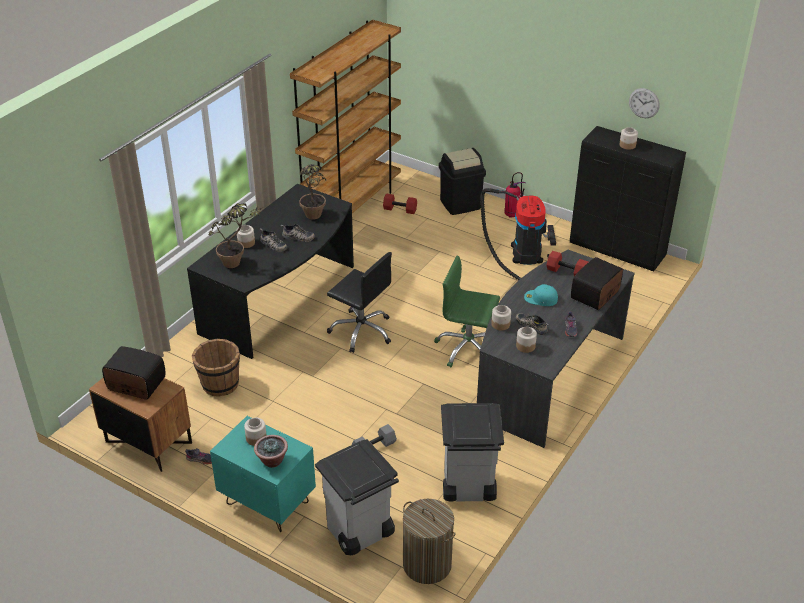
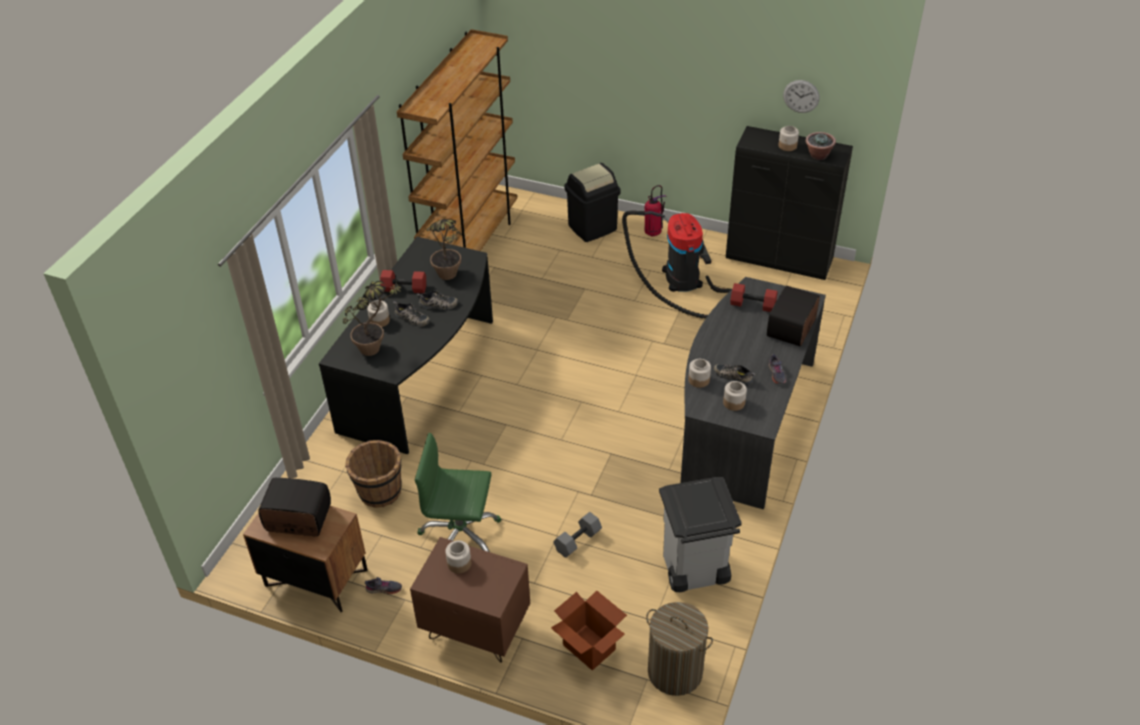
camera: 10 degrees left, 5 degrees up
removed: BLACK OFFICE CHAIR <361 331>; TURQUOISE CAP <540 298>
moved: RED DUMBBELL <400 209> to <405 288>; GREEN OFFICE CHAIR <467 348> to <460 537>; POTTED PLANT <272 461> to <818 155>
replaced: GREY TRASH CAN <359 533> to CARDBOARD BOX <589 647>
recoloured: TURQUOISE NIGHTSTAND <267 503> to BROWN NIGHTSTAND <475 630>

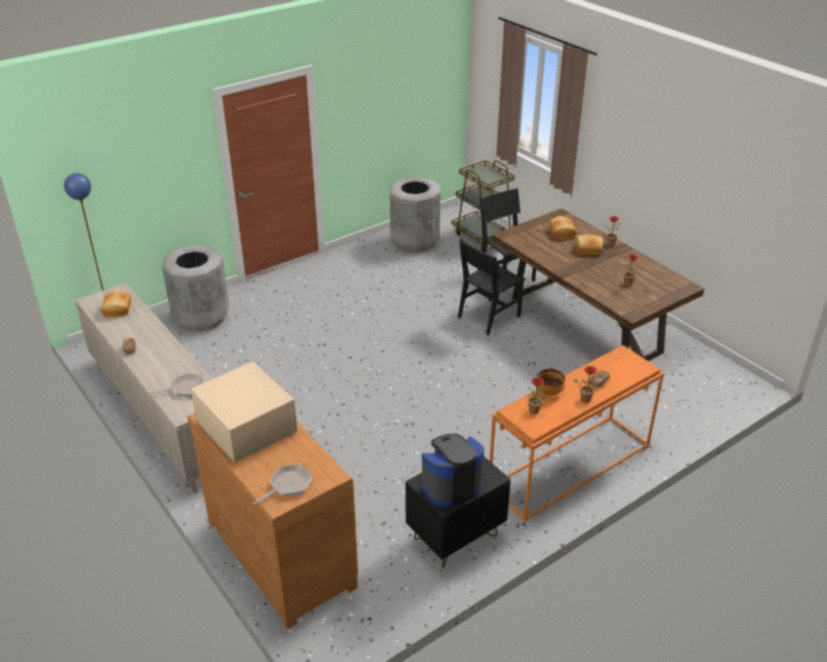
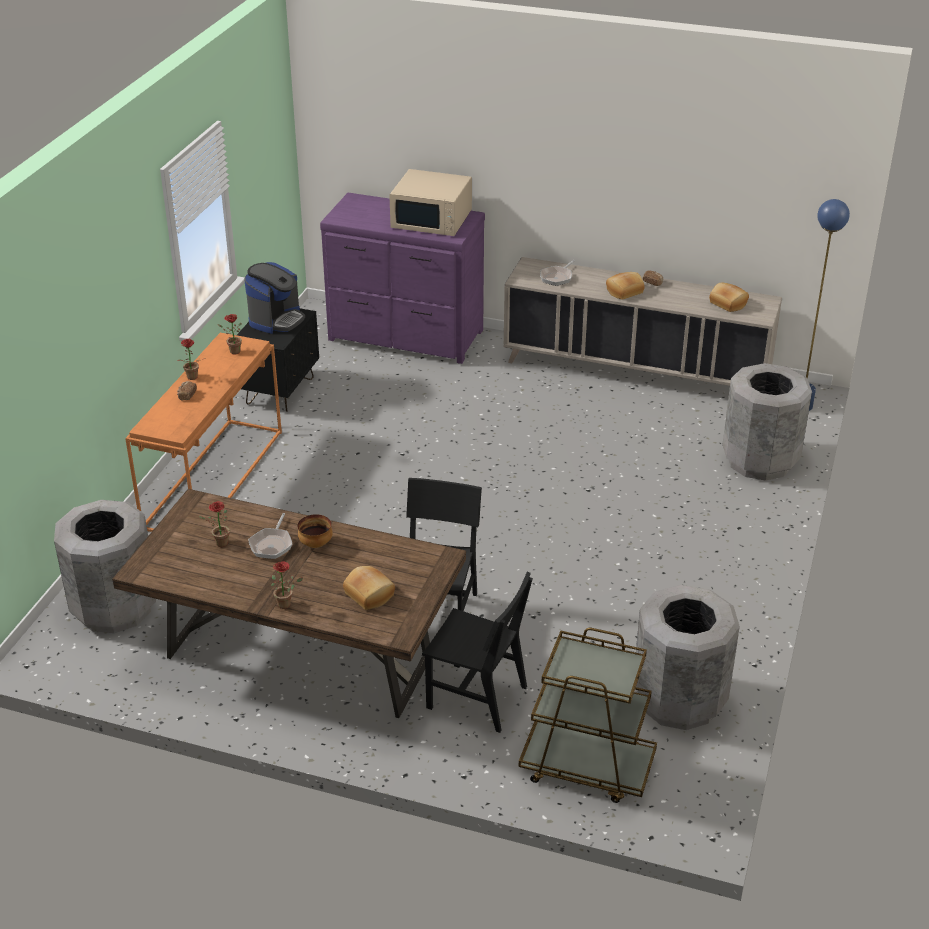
camera: 145 degrees right, 0 degrees up
added: GREY TRASH CAN <114 608>
moved: BREAD <588 250> to <624 291>; BOWL <550 392> to <315 544>; FRYING PAN <288 485> to <272 544>
recoloured: BROWN DRESSER <283 552> to PURPLE DRESSER <405 336>

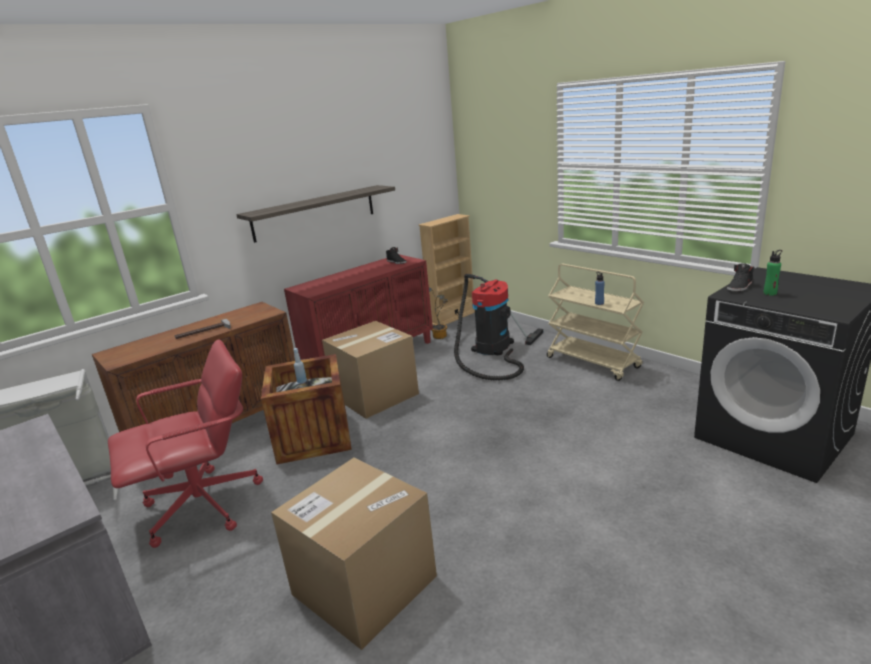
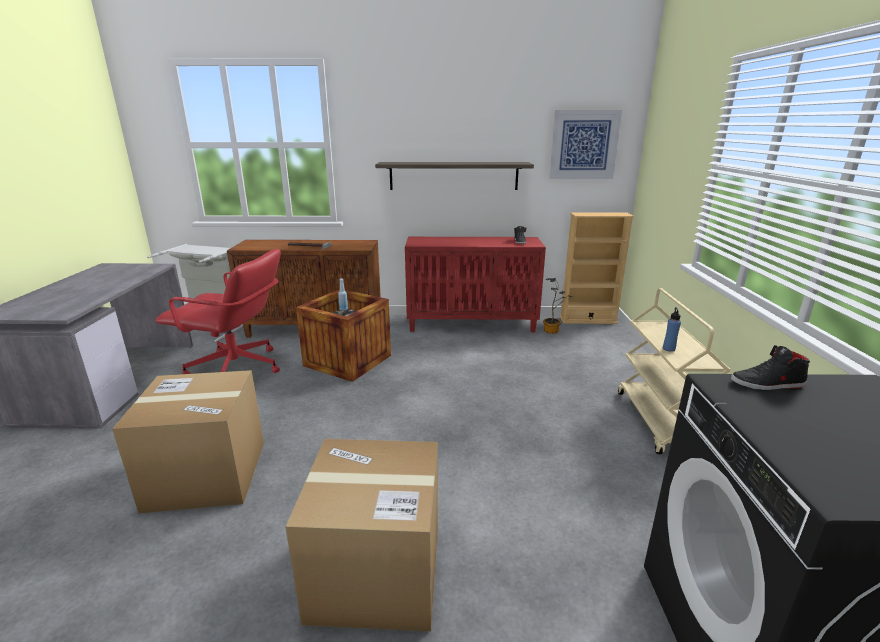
camera: 40 degrees right, 0 degrees up
removed: GREEN BOTTLE <770 293>; VACUUM CLEANER <492 349>
added: PICTURE <584 145>
moved: CARDBOARD BOX <375 395> to <376 572>

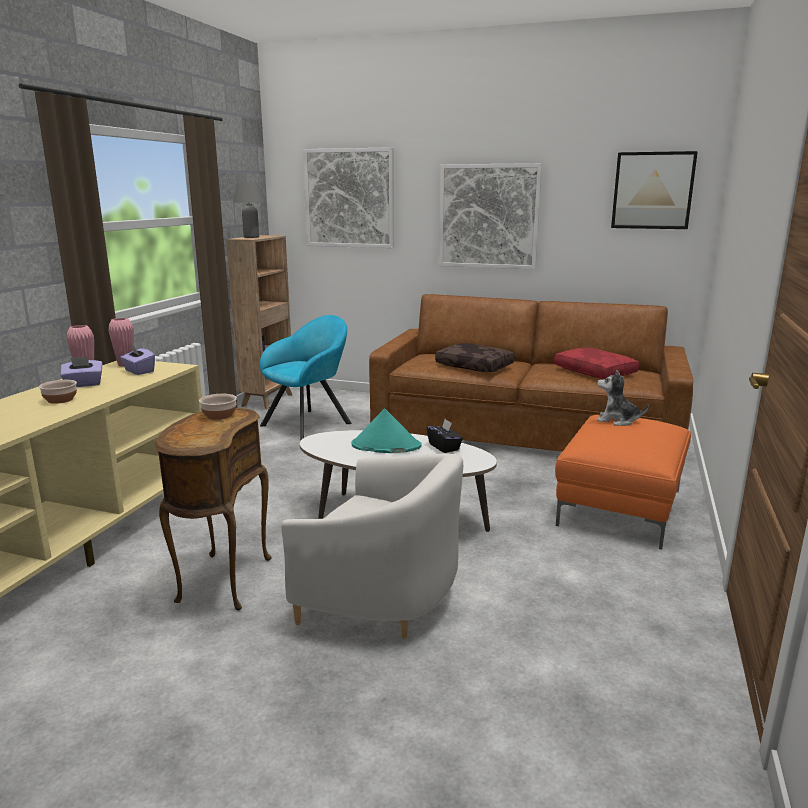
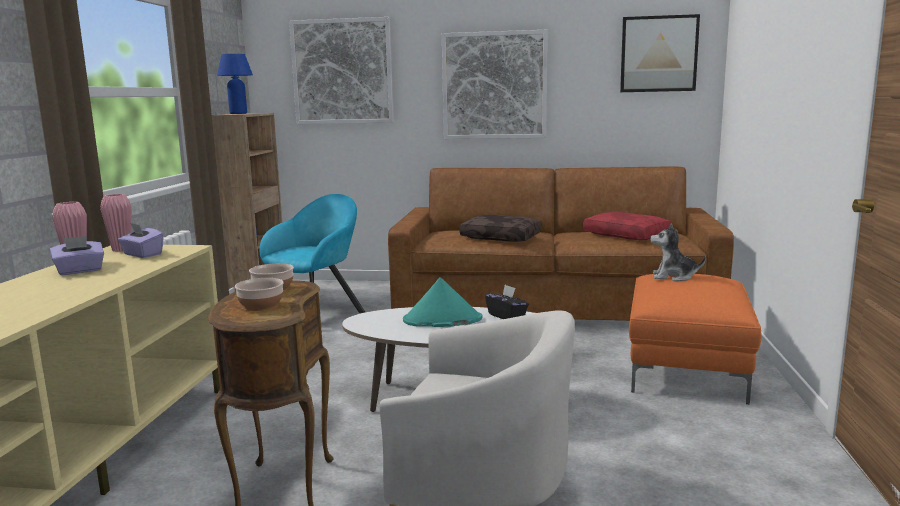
camera: 10 degrees left, 5 degrees down
moved: BOWL <60 399> to <261 305>
recoloured: GREY TABLE LAMP <251 237> to BLUE TABLE LAMP <238 113>

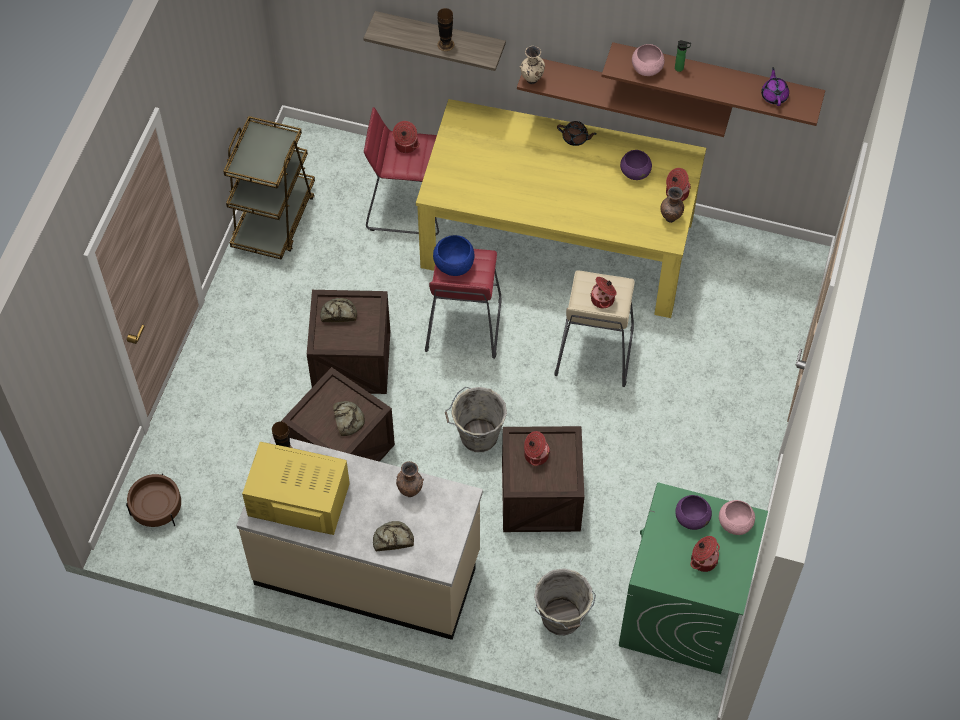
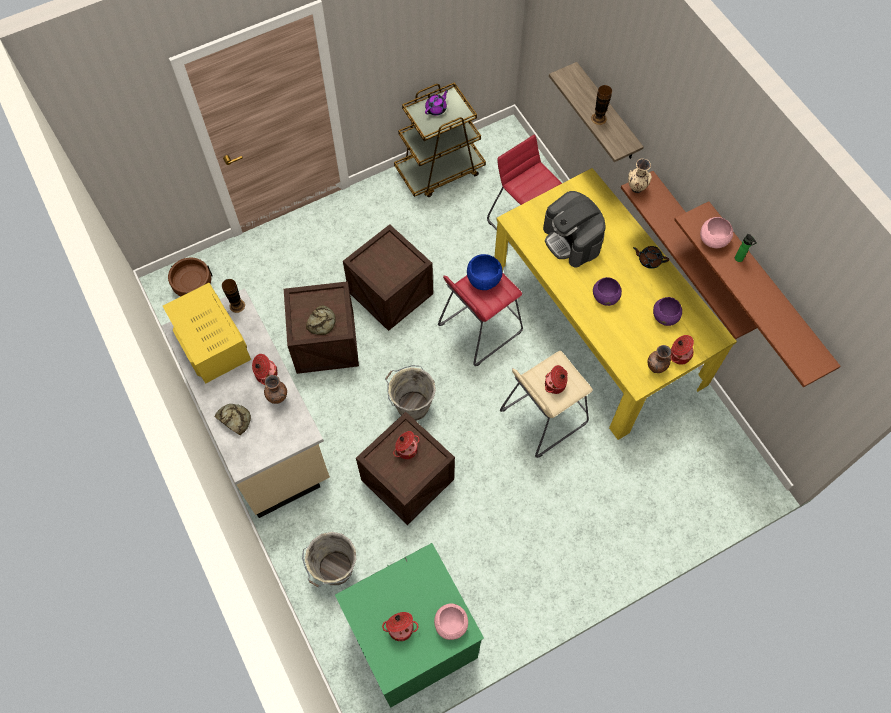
camera: 45 degrees right, 5 degrees up
removed: BREAD <338 313>
added: COFFEE MACHINE <572 240>
moved: PURPLE TEAPOT <774 95> to <436 109>; COOKING POT <406 145> to <265 374>; PURPLE BOWL <692 518> to <605 297>
turned: BROWN TEAPOT <575 138> = <649 260> 135 degrees clockwise

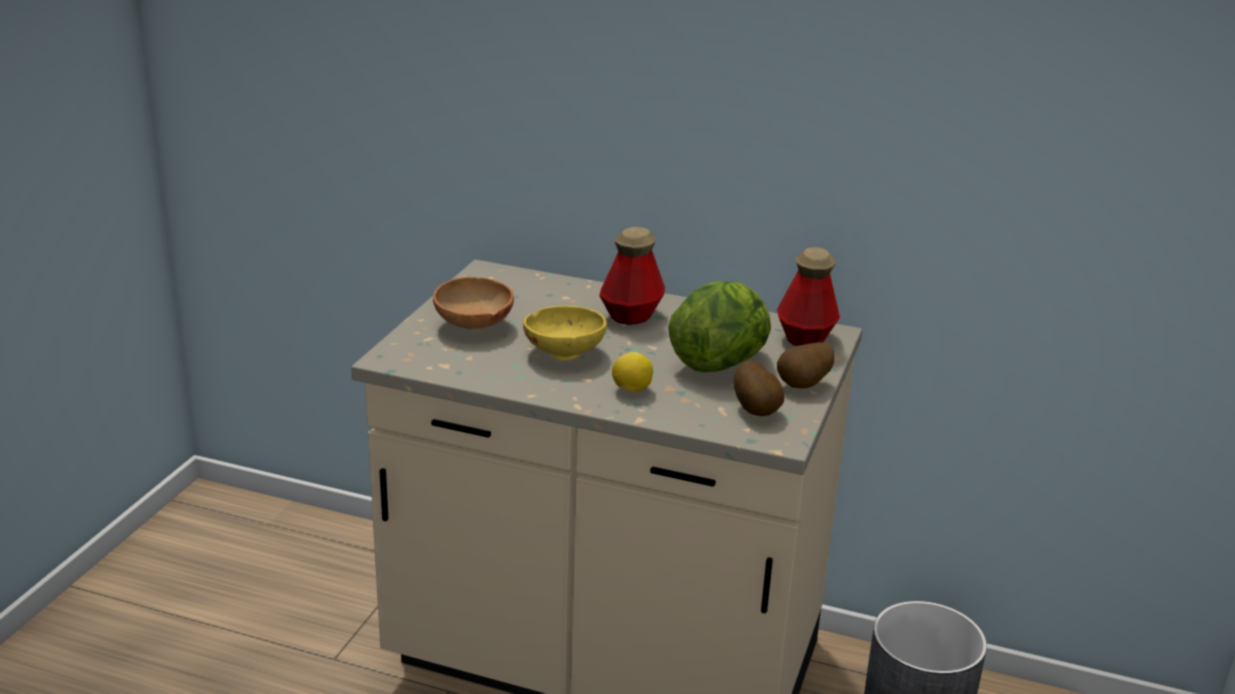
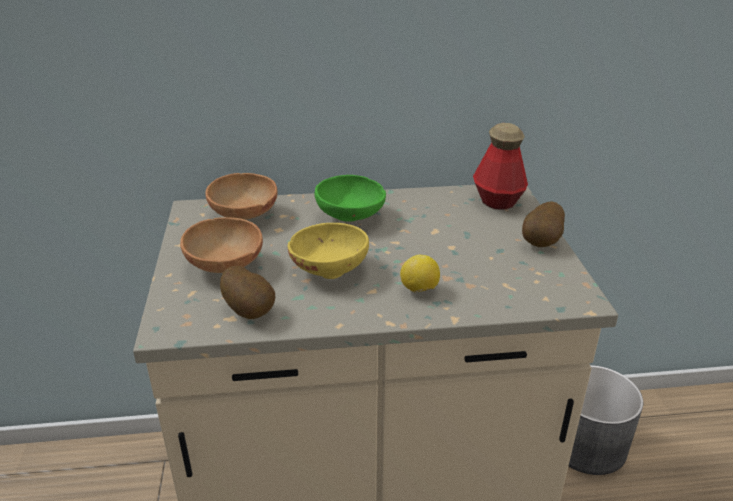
camera: 25 degrees left, 5 degrees up
removed: LETTUCE <720 363>
added: BROWN BOWL <244 216>
moved: POTATO <757 410> to <251 311>
replaced: BOTTLE <631 315> to GREEN BOWL <351 218>

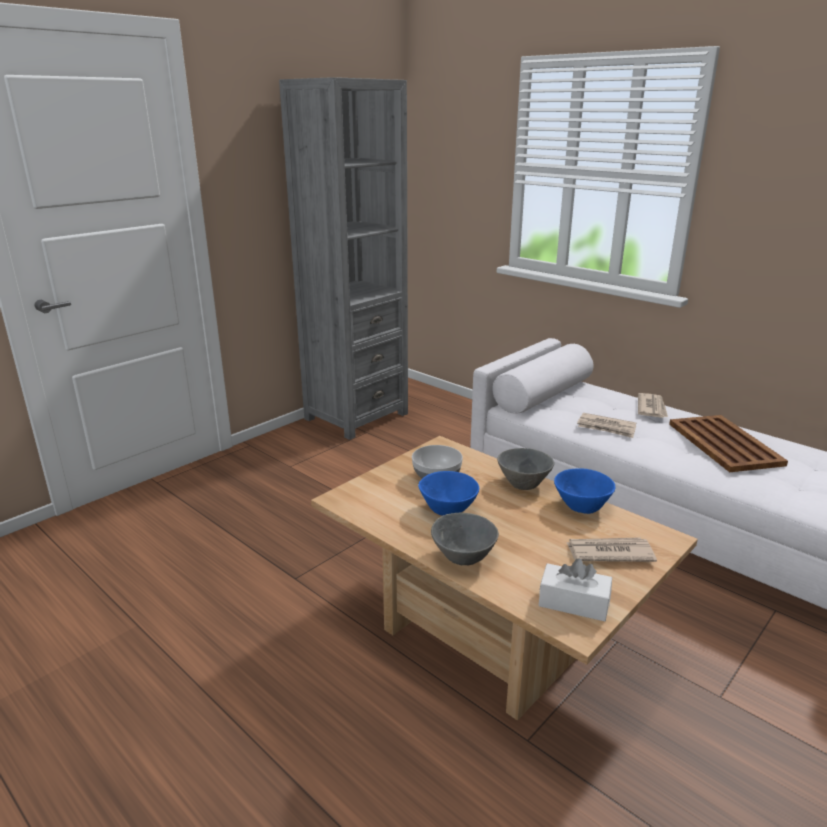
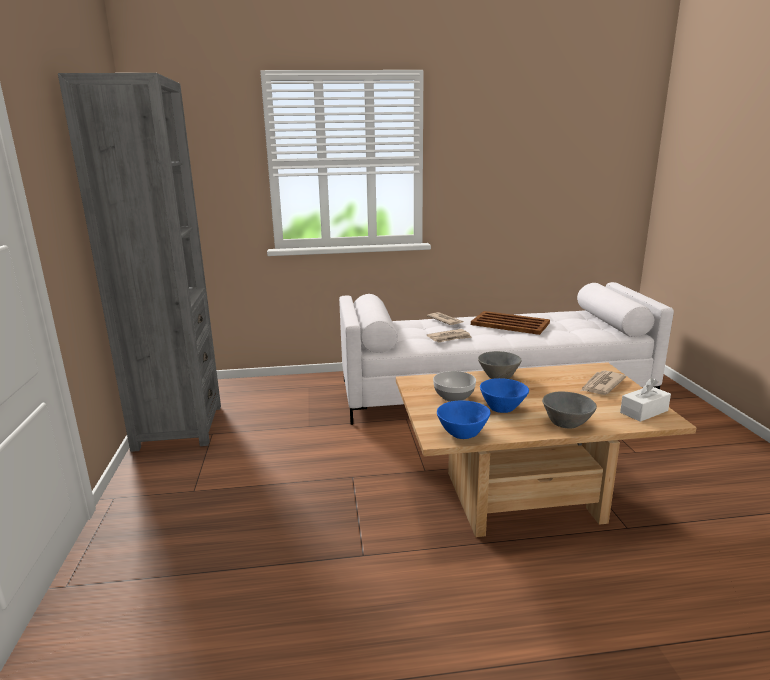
camera: 50 degrees left, 5 degrees down
moved: BLUE BOWL <582 505> to <462 433>

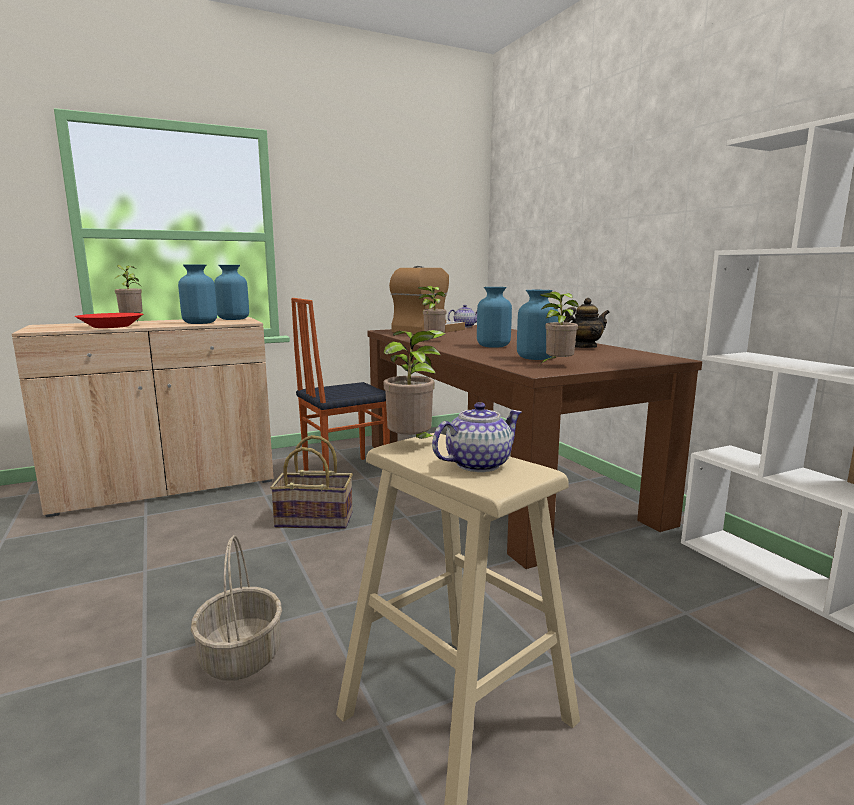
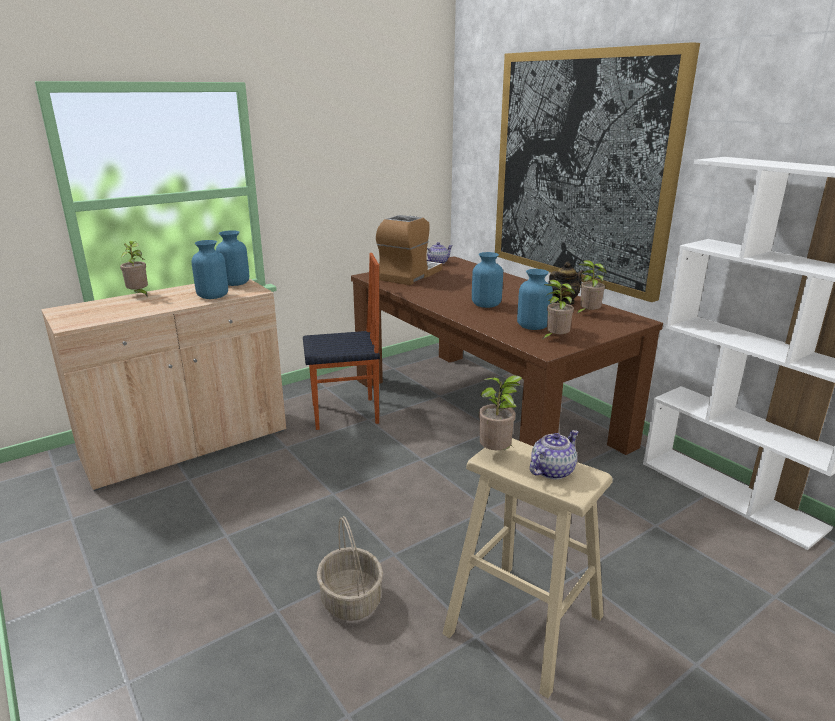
camera: 10 degrees left, 10 degrees up
removed: RED BOWL <111 326>; BASKET <315 519>
added: PICTURE <581 169>
moved: POTTED PLANT <432 341> to <587 314>
turned: CHAIR <344 472> = <346 414> 150 degrees counterclockwise

